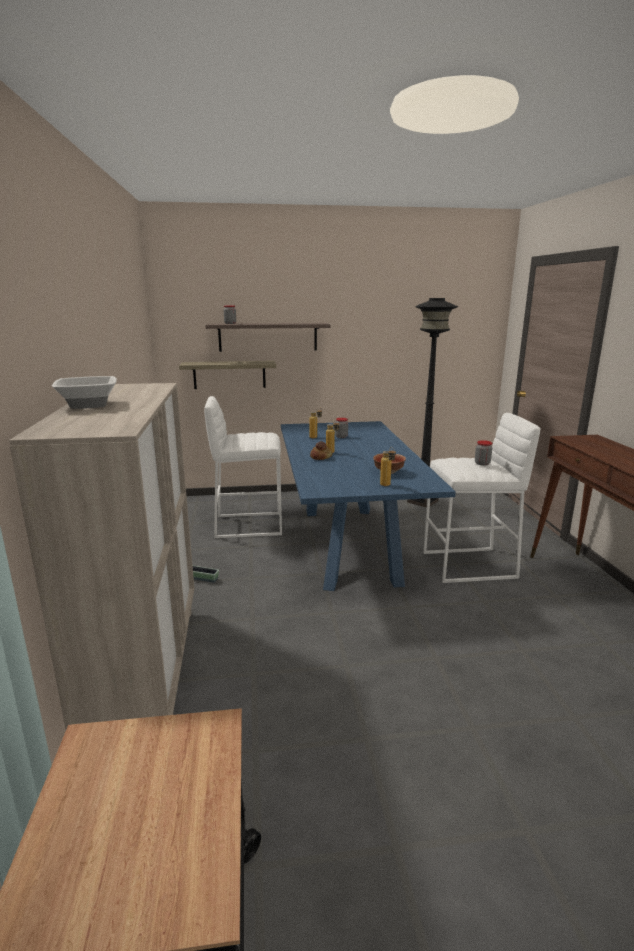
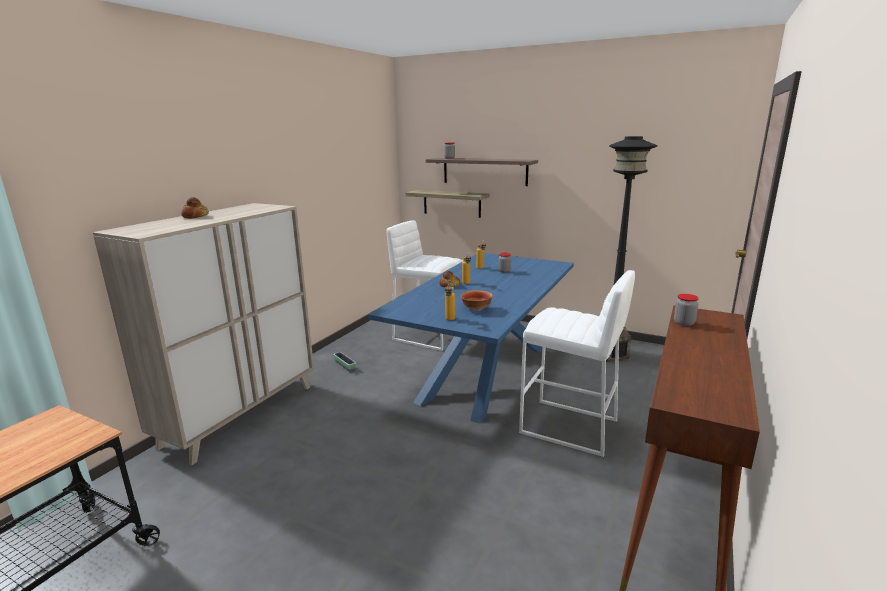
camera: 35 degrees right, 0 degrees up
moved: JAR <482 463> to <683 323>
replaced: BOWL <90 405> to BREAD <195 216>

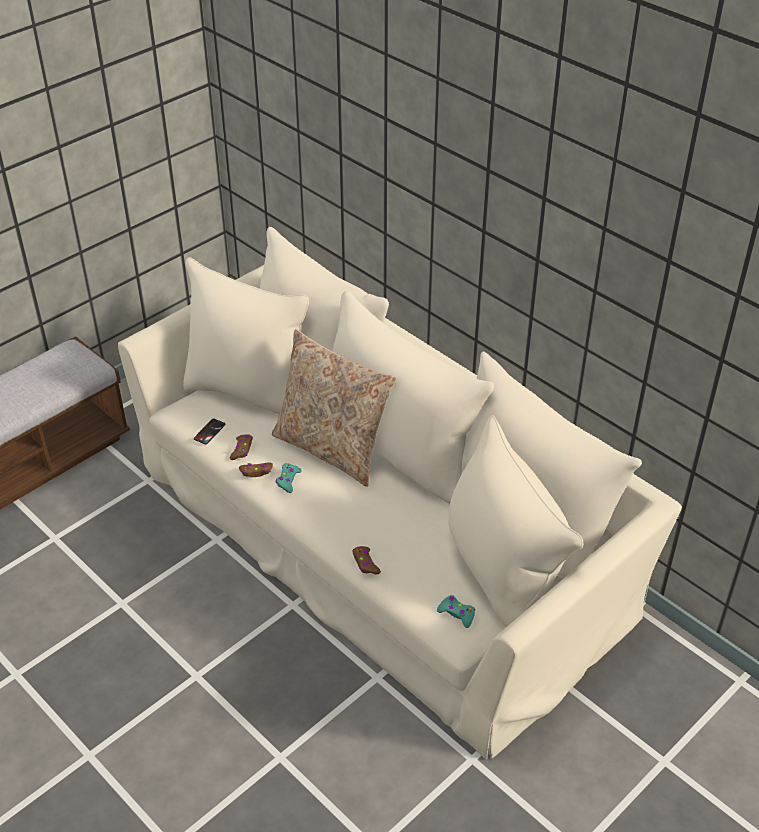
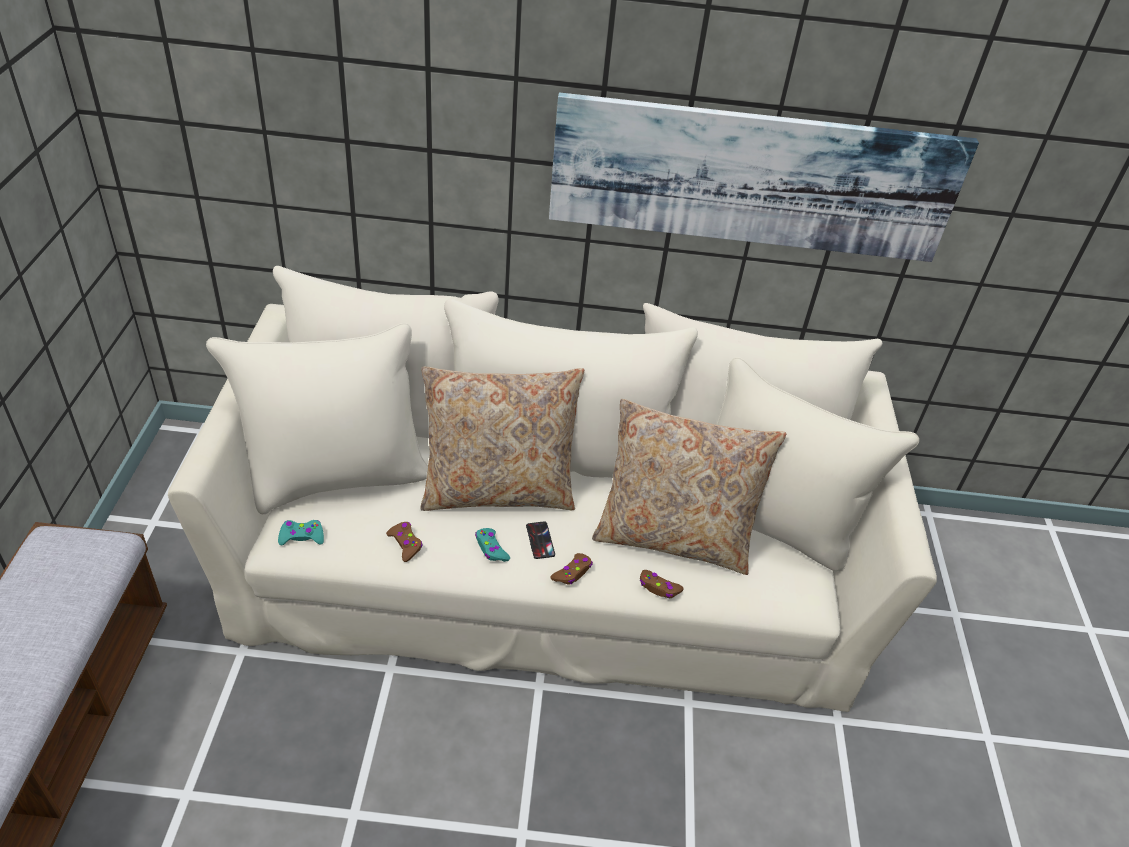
camera: 45 degrees left, 0 degrees up
added: PICTURE <752 178>; BEIGE PILLOW <673 537>
moved: PHONE <209 431> to <540 540>; BROWN GAME CONTROLLER <256 472> to <572 573>; TURQUOISE GAME CONTROLLER <457 614> to <302 536>

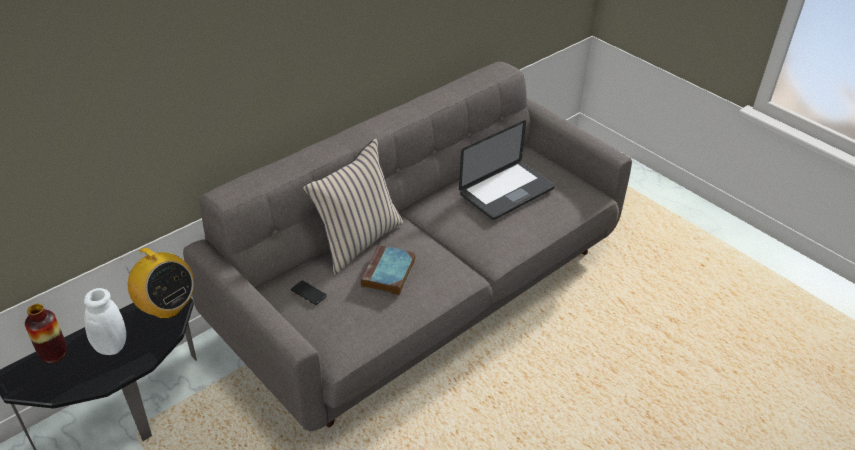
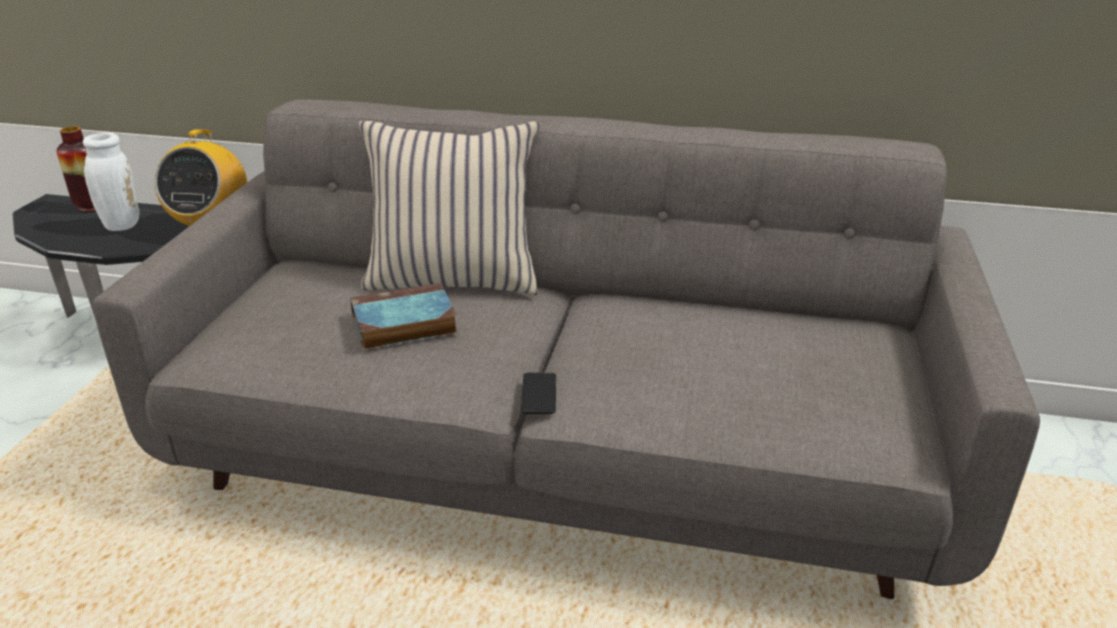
camera: 55 degrees right, 10 degrees down
removed: LAPTOP <507 191>
moved: PHONE <308 293> to <539 394>

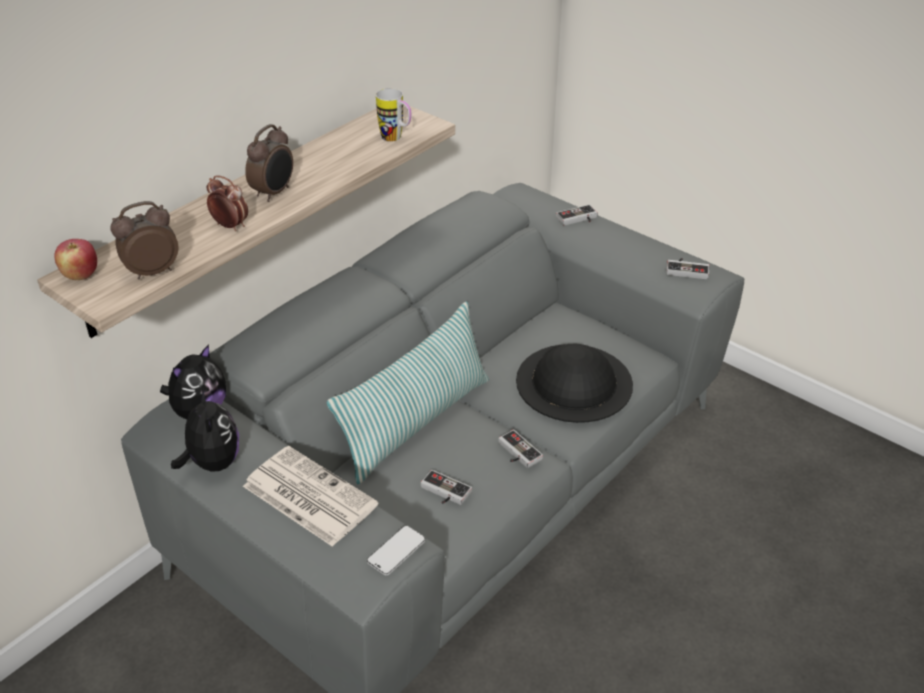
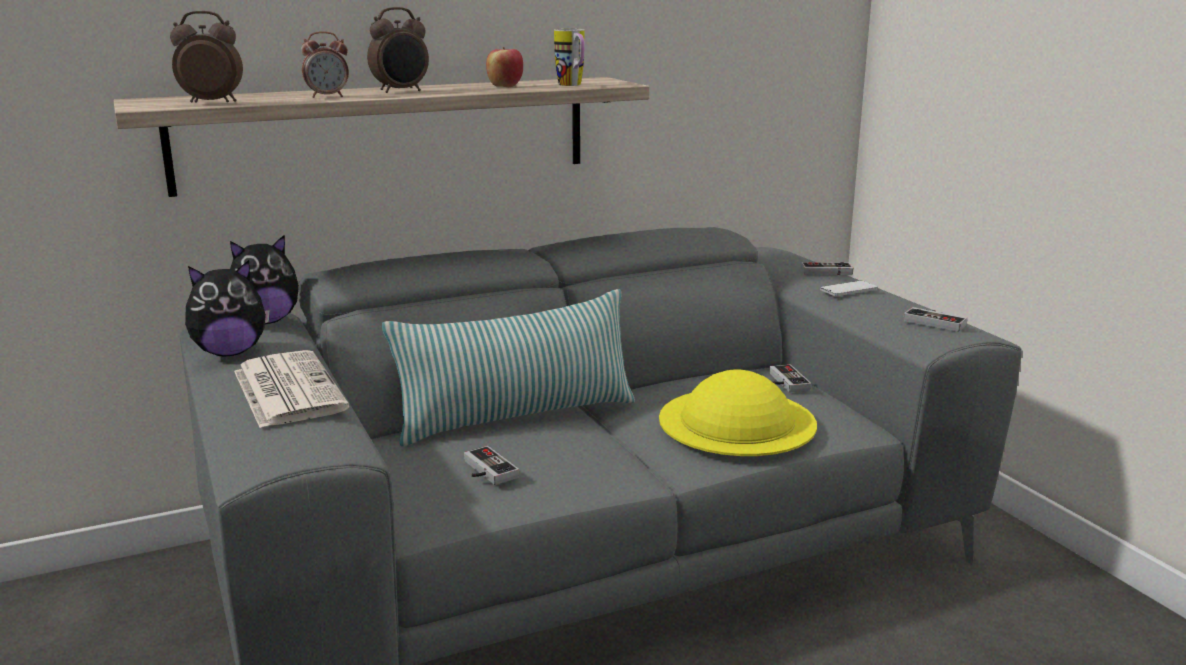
camera: 25 degrees right, 20 degrees down
moved: APPLE <80 275> to <505 86>; GAME CONTROLLER <516 453> to <784 382>; PHONE <396 551> to <848 290>
recoloured: BLACK HAT <574 382> to YELLOW HAT <737 421>
turned: ALARM CLOCK <230 226> = <328 97> 105 degrees clockwise; PLUSH TOY <212 462> = <230 352> 60 degrees clockwise

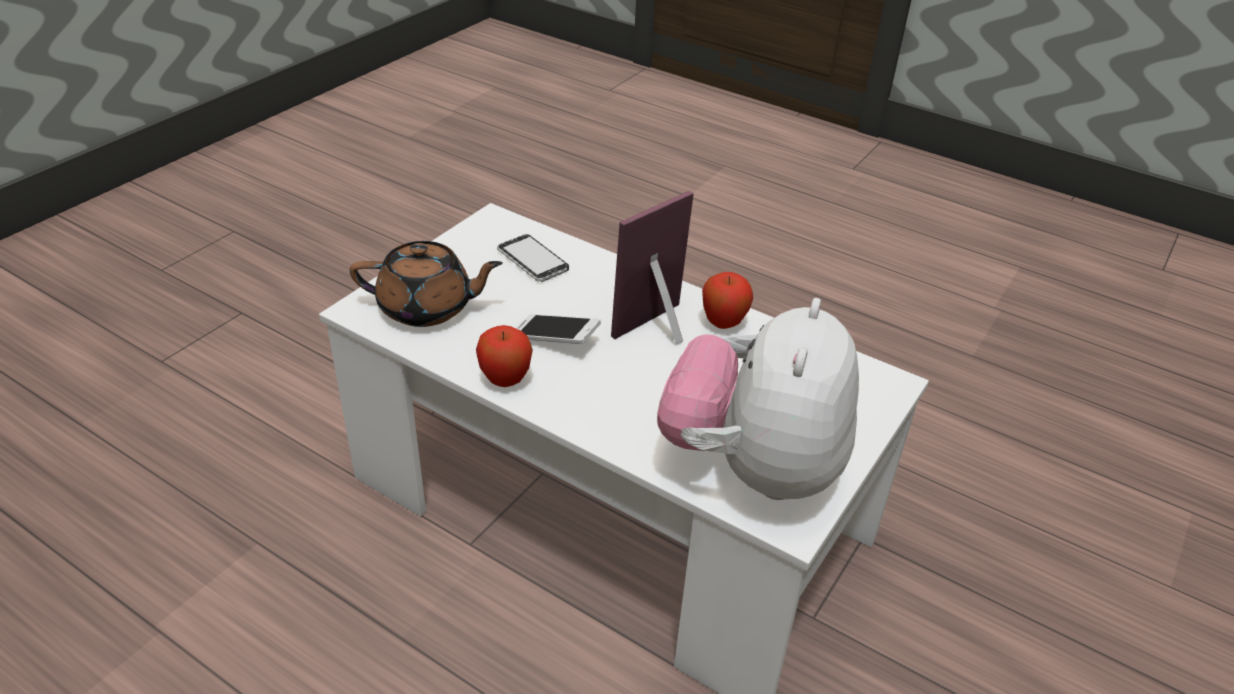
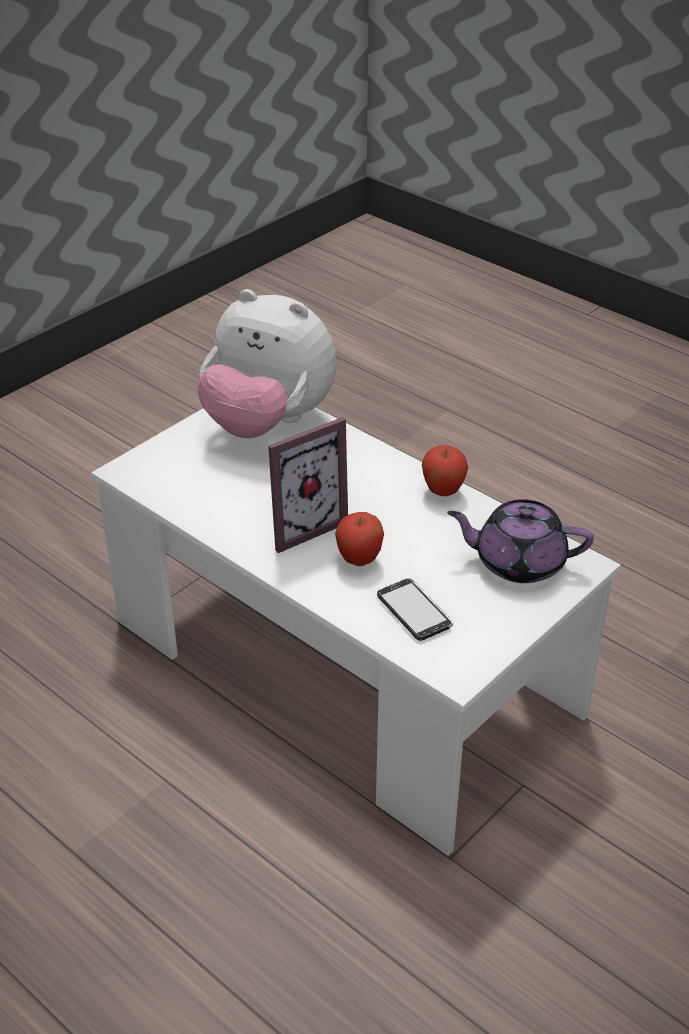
camera: 170 degrees left, 0 degrees up
removed: PHONE <555 339>
moved: APPLE <723 323> to <359 560>
recoloured: BROWN TEAPOT <427 308> to PURPLE TEAPOT <518 562>
turned: PLUSH TOY <753 467> = <267 423> 90 degrees clockwise

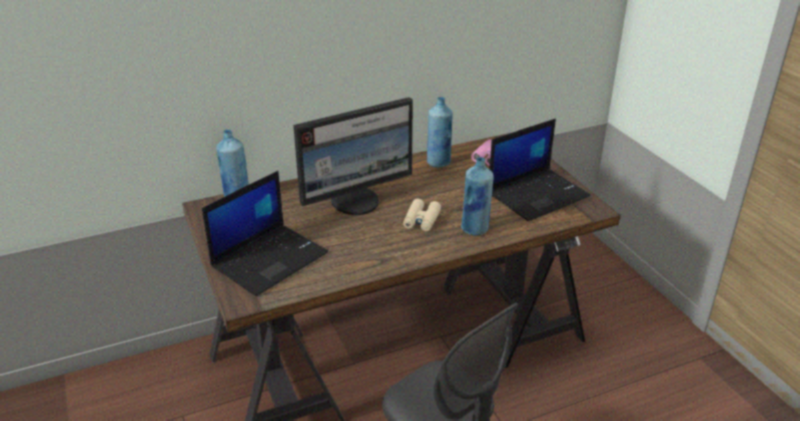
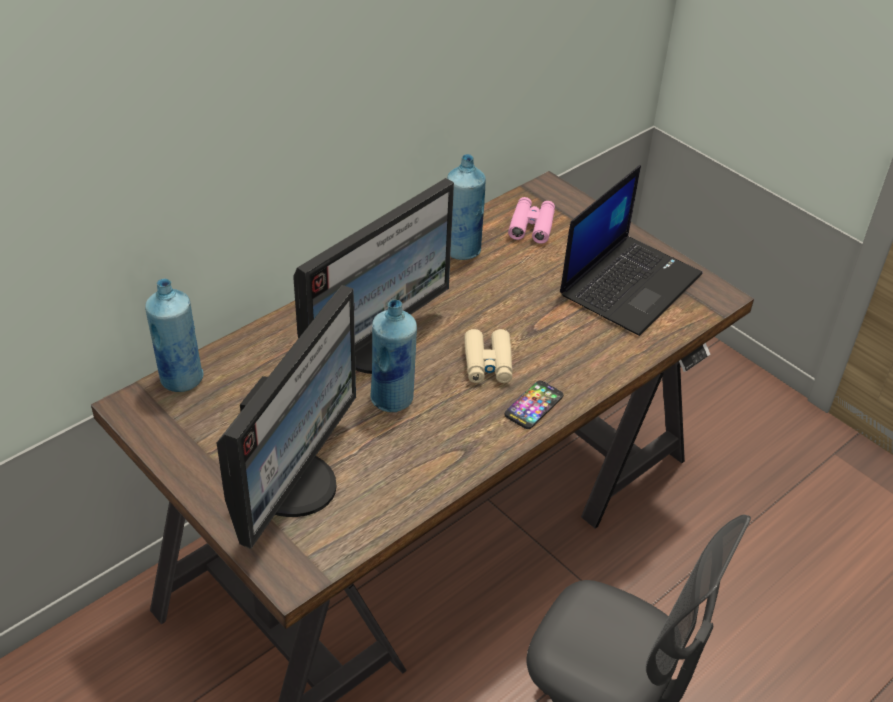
camera: 20 degrees left, 10 degrees up
added: PHONE <534 406>
moved: BLUE BOTTLE <475 229> to <393 399>
replaced: LAPTOP <270 259> to MONITOR <294 484>

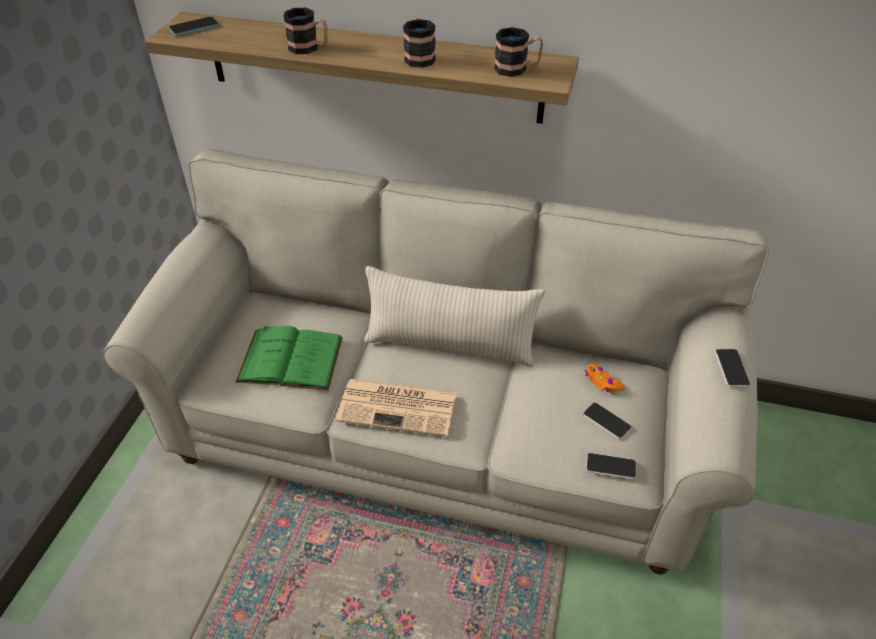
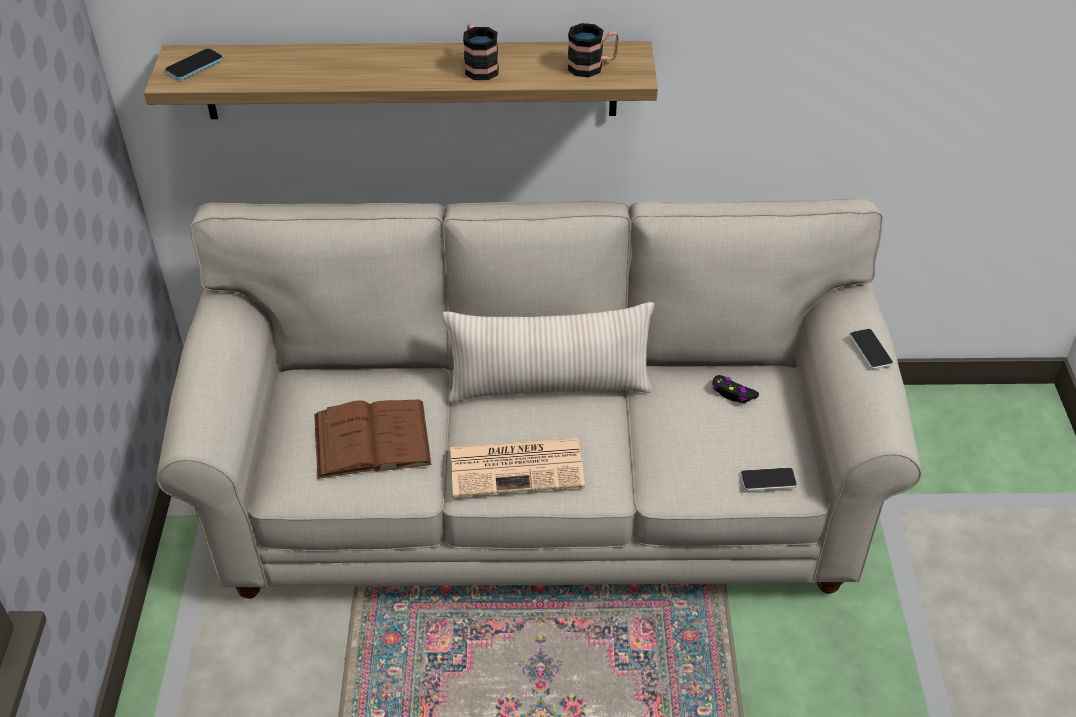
camera: 15 degrees left, 0 degrees up
removed: MUG <309 48>; PHONE <606 421>
recoloured: GREEN BOOK <290 359> to BROWN BOOK <371 439>; ORANGE GAME CONTROLLER <602 382> to BLACK GAME CONTROLLER <733 393>

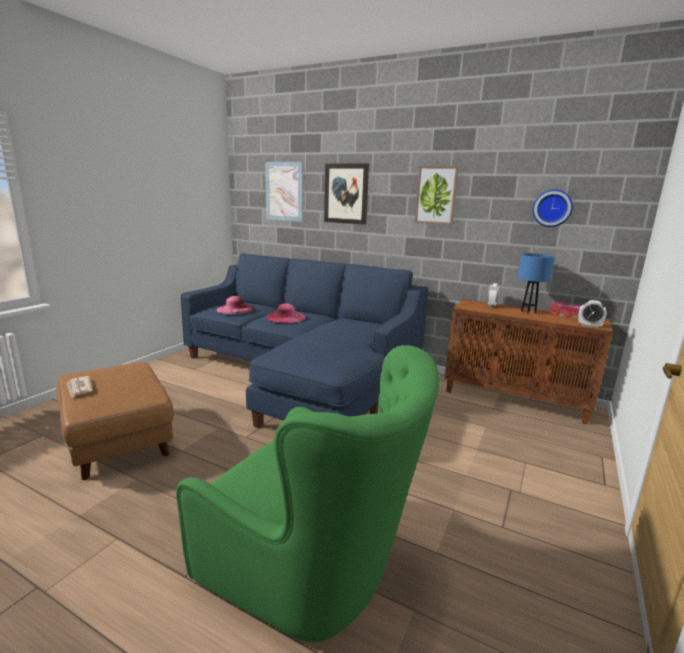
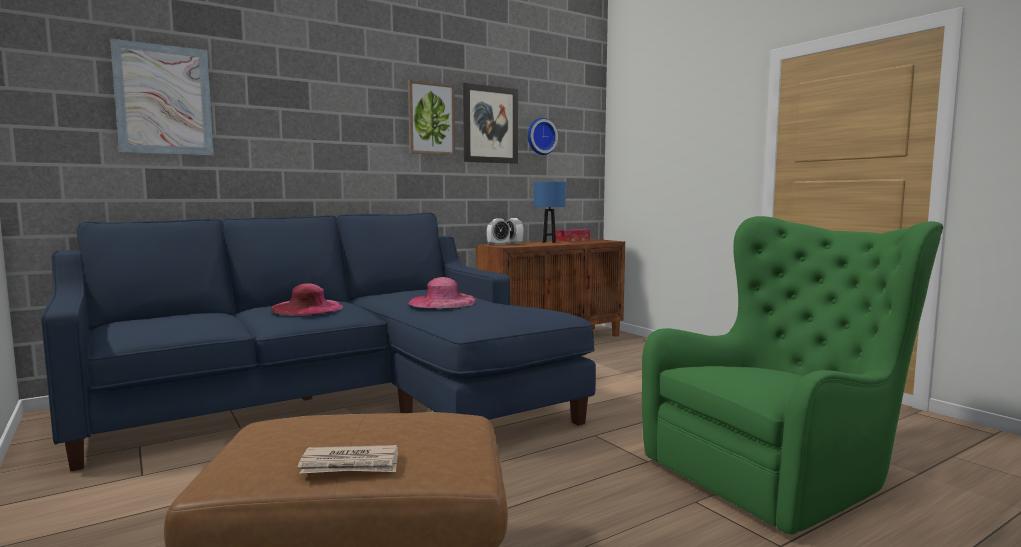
camera: 60 degrees left, 10 degrees down
moved: PICTURE <346 194> to <490 125>; PINK HAT <235 309> to <443 302>; ALARM CLOCK <589 326> to <498 244>

